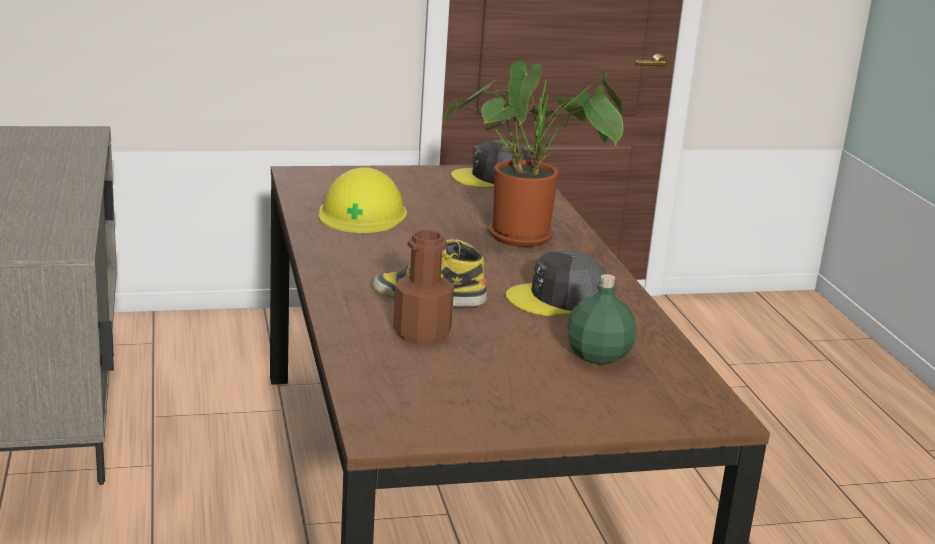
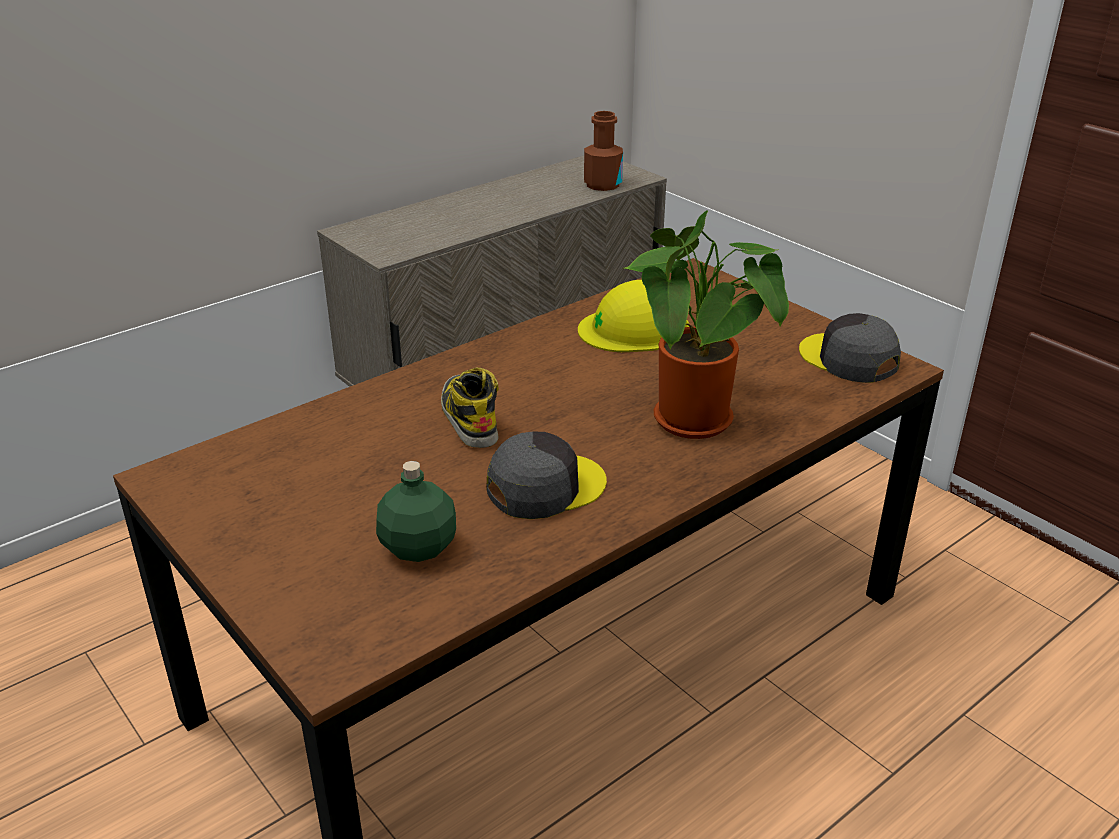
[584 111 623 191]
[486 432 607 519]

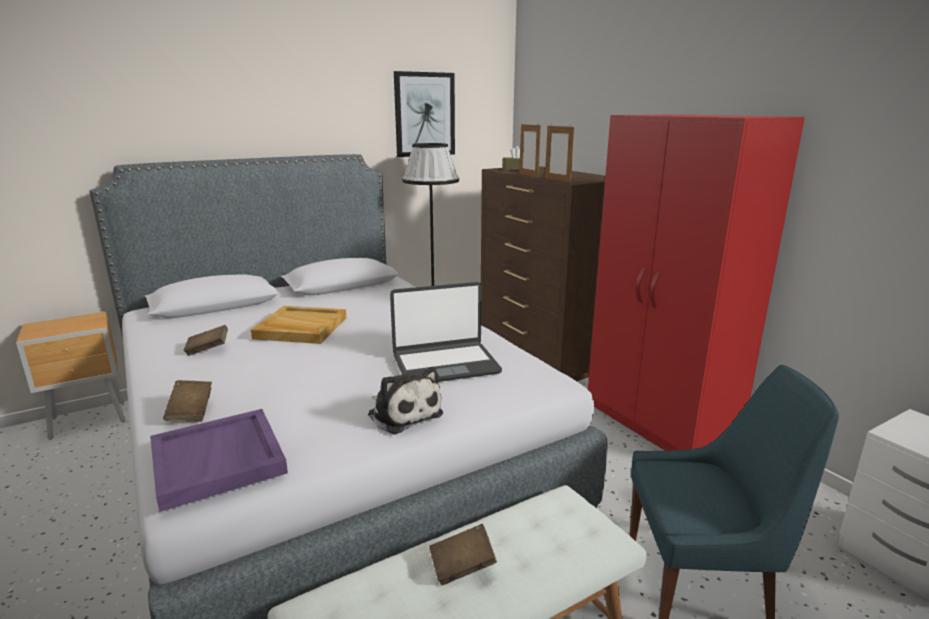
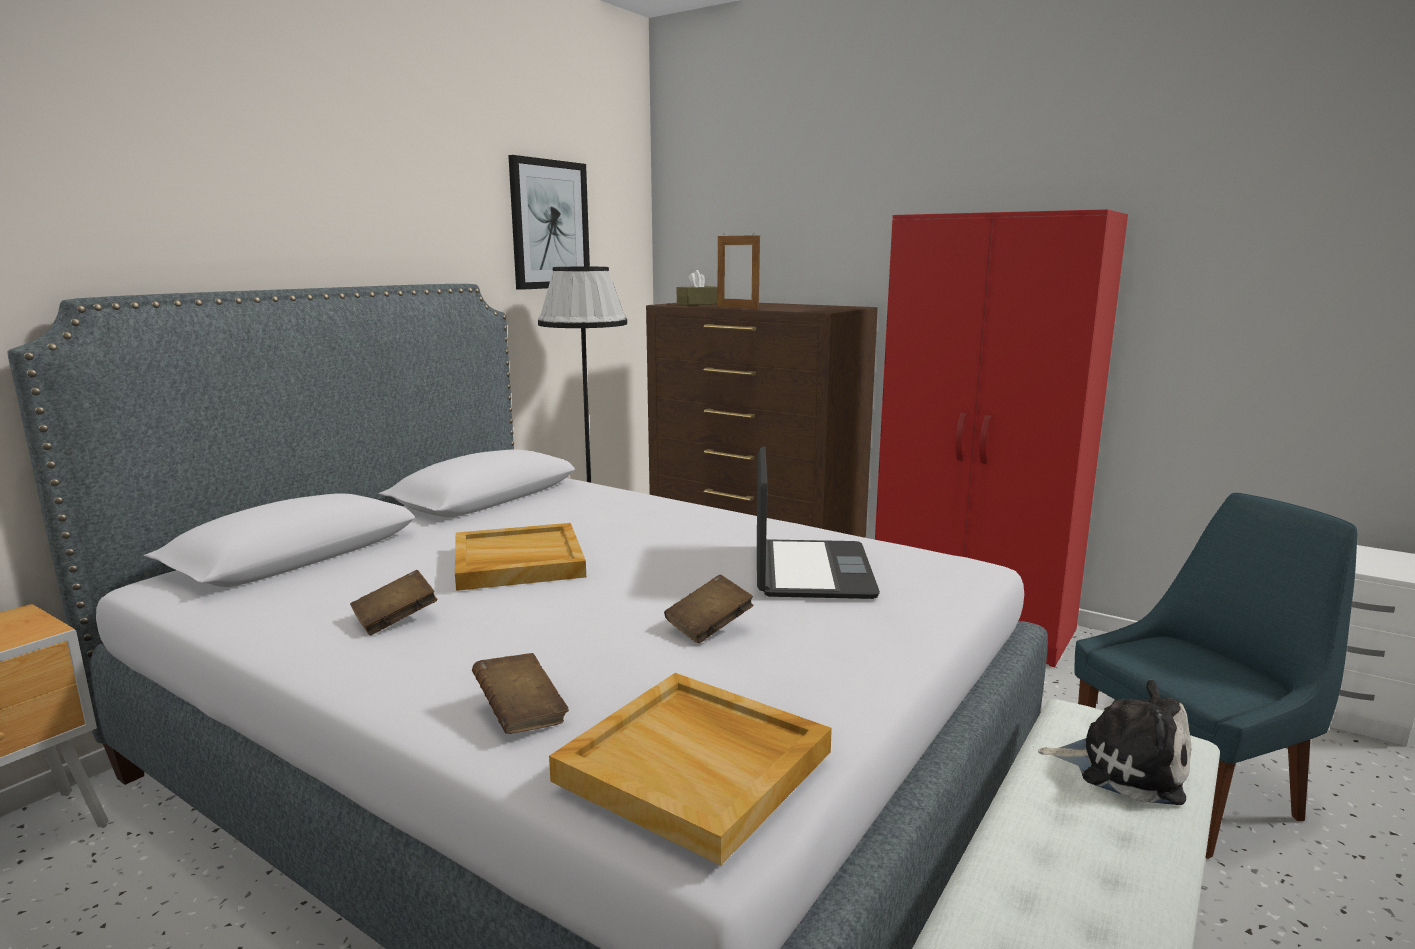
[545 126 574 182] (first image)
[1038 680 1191 805]
[664 575 753 643]
[549 673 832 866]
[757 446 880 599]

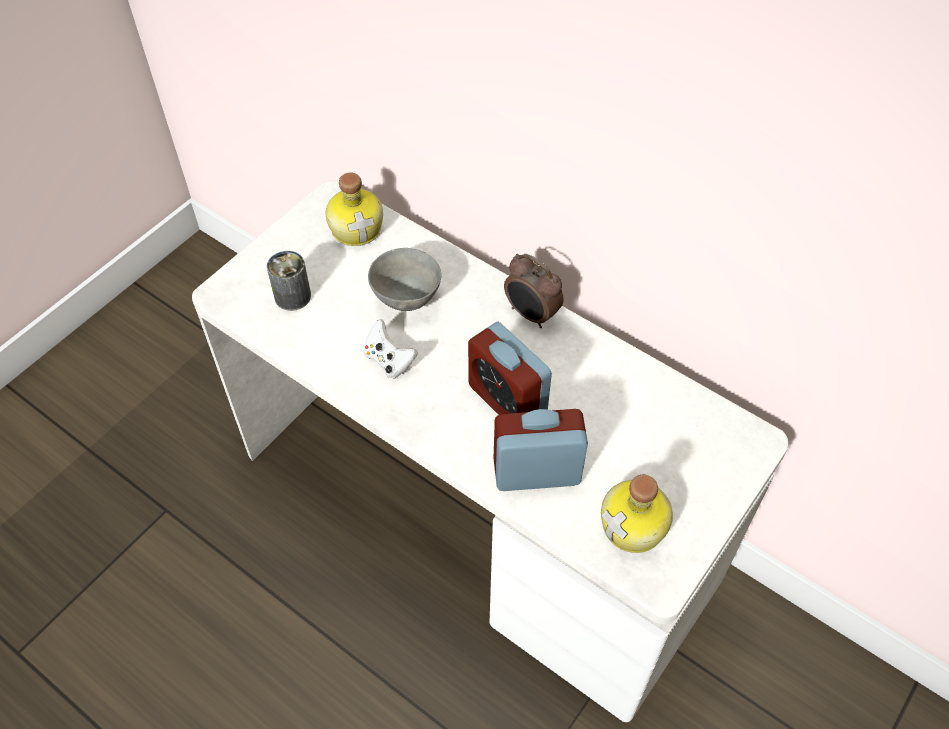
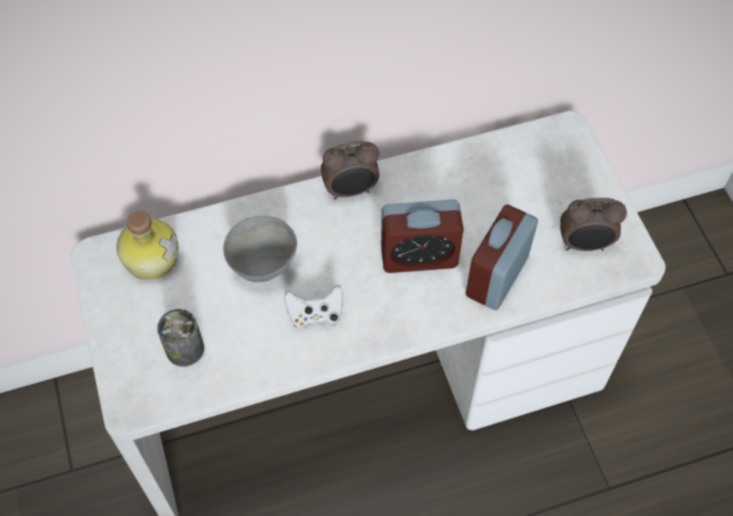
[560 198 627 251]

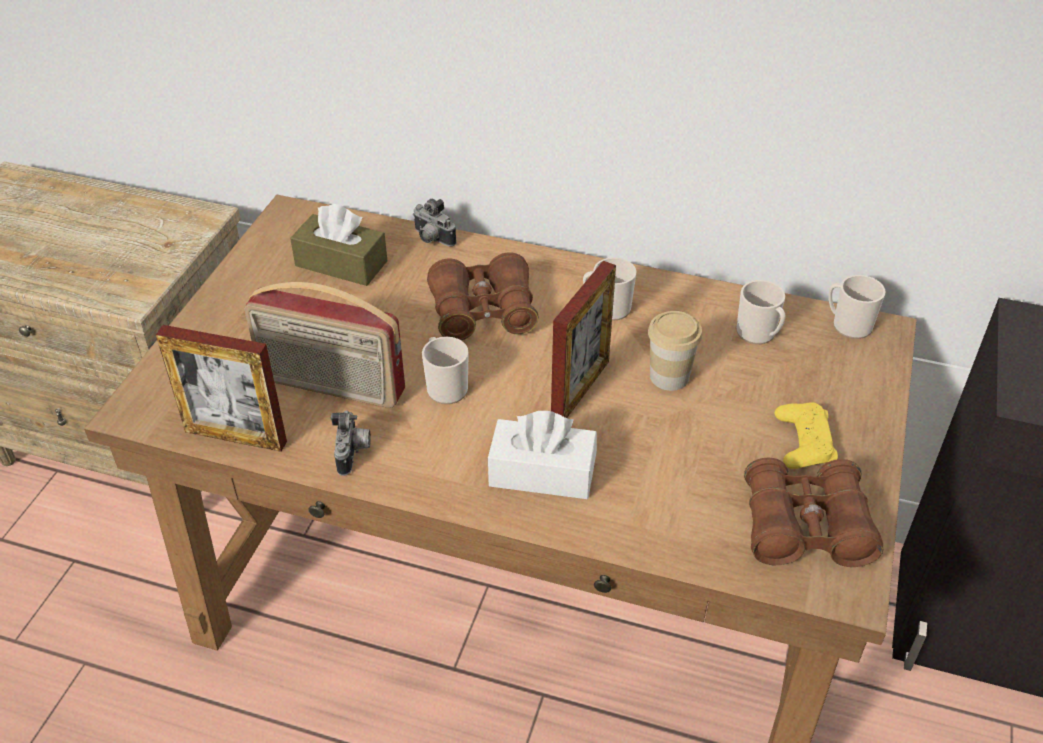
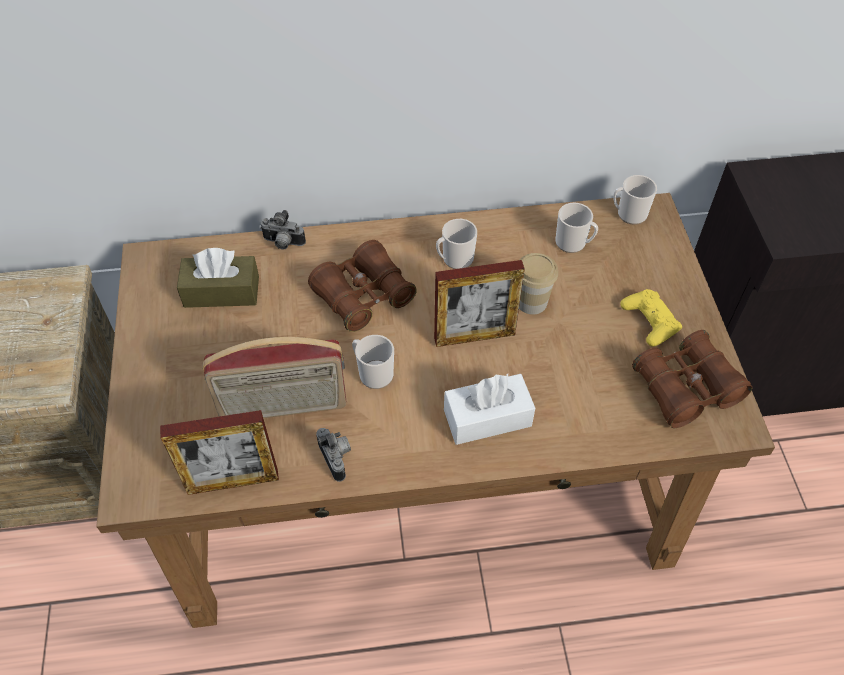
[434 260 525 347]

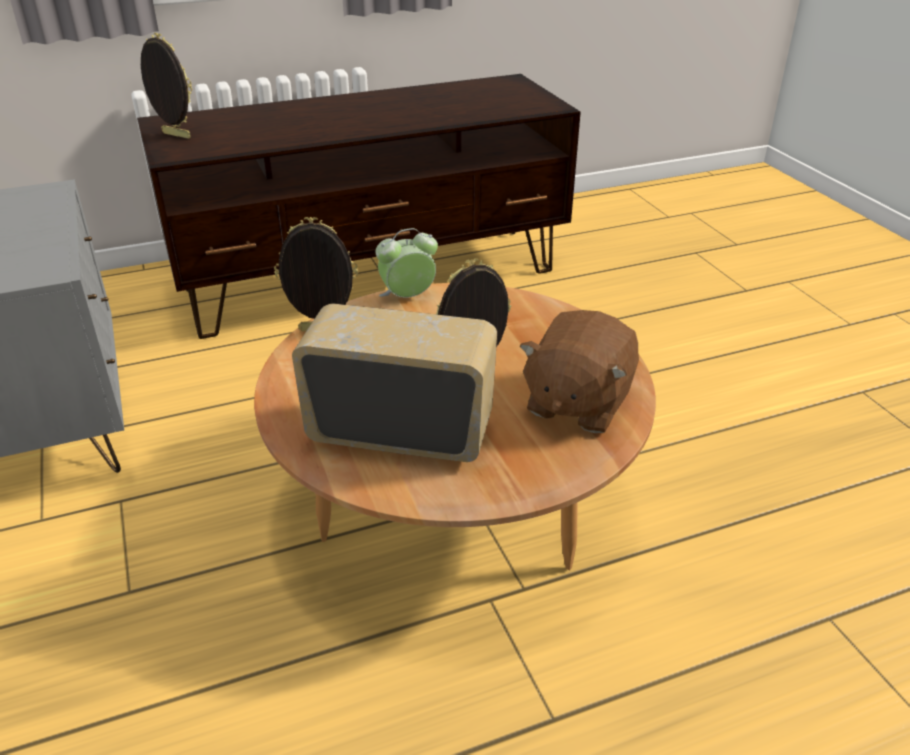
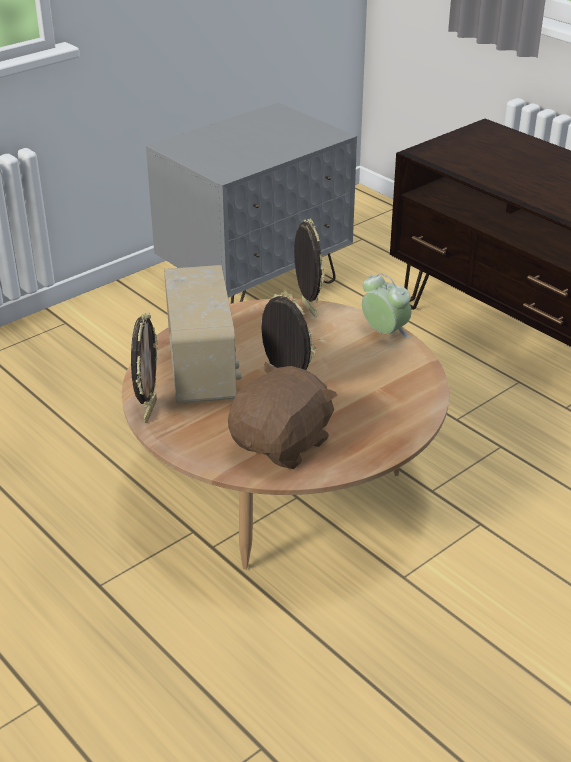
[131 313 158 423]
[228 362 338 469]

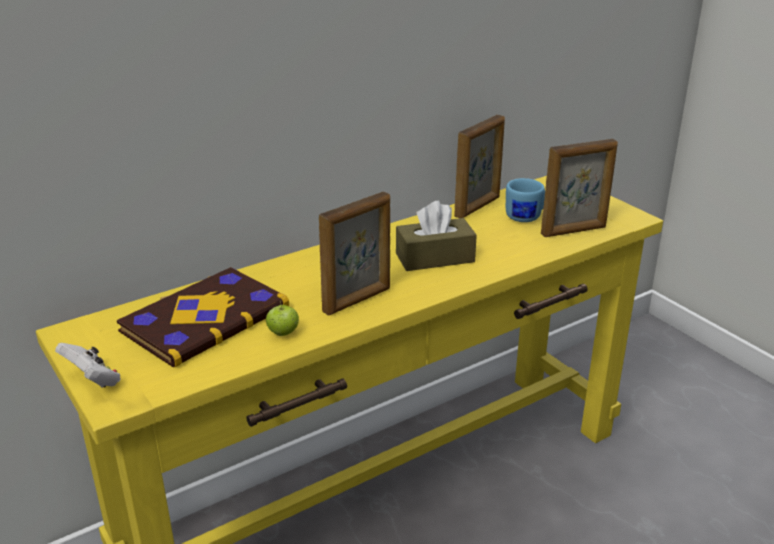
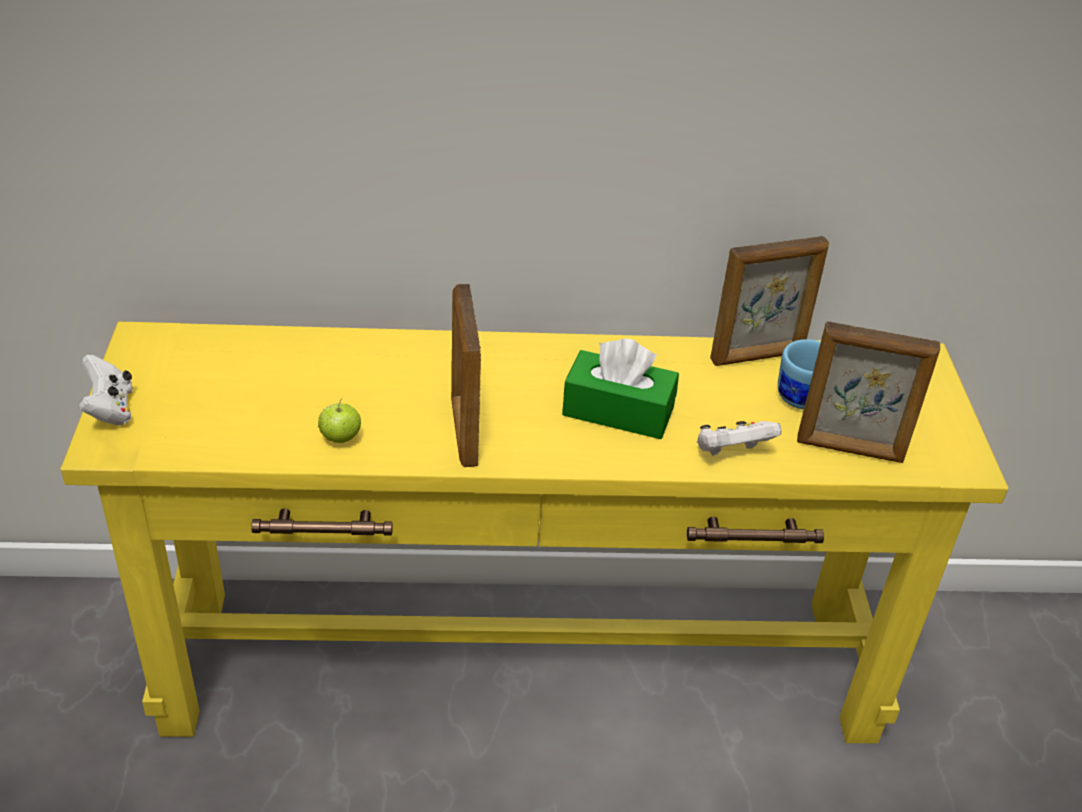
[117 267 289 367] (first image)
[697 421 781 456]
[562 338 679 439]
[451 284 481 467]

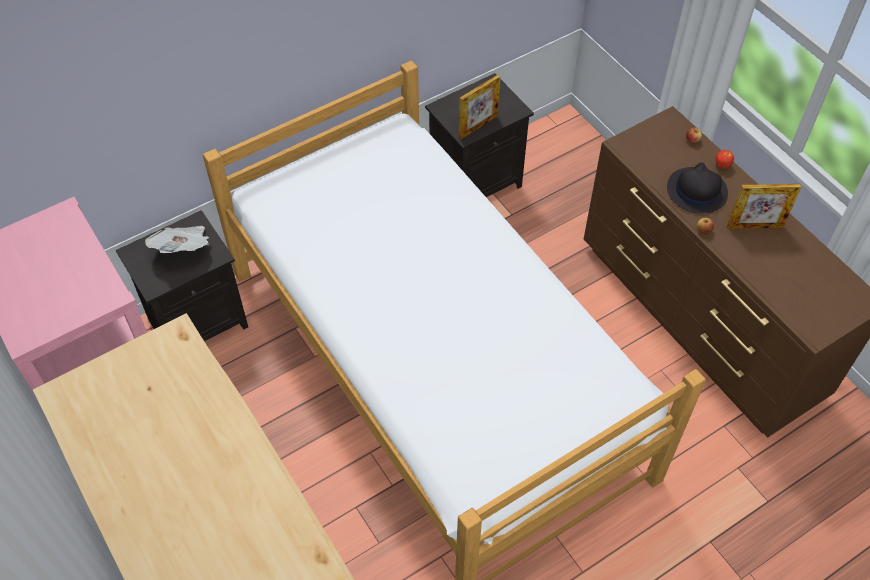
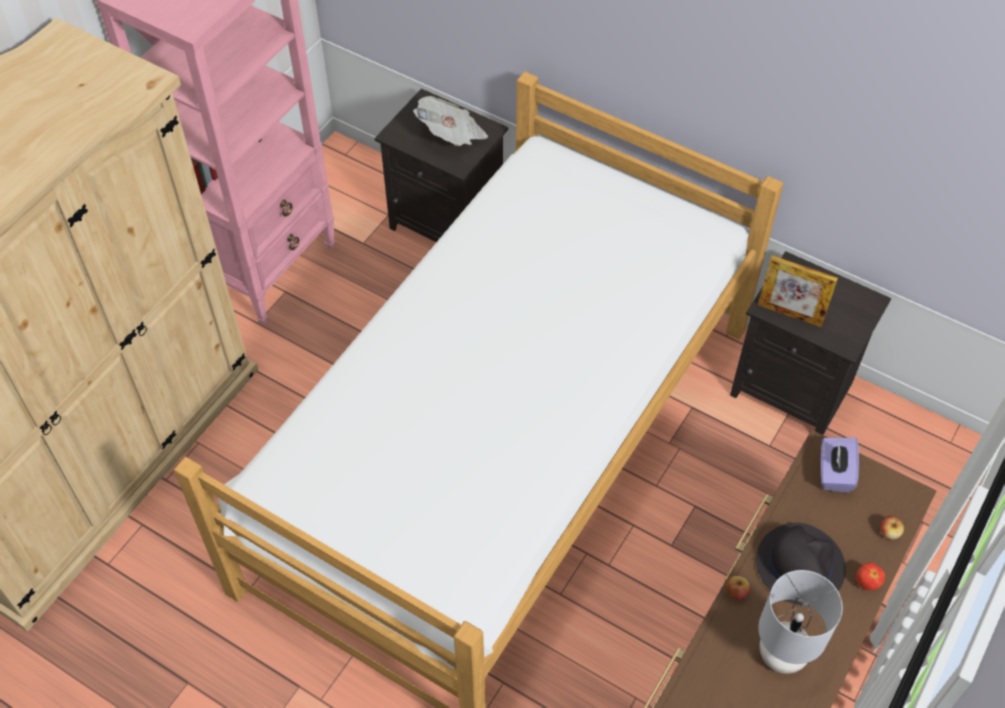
[821 438 859 493]
[758 570 843 674]

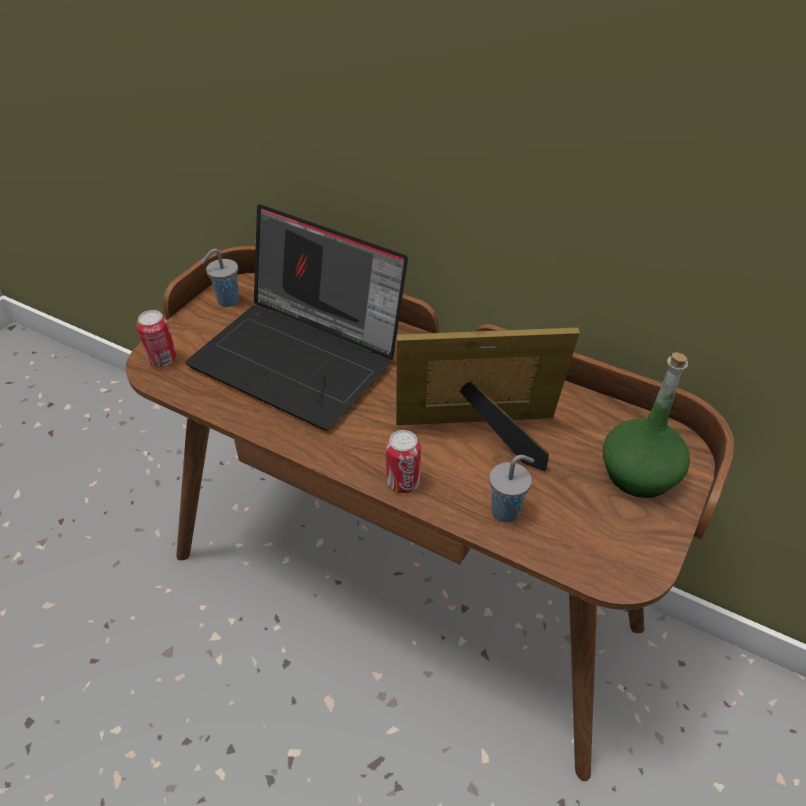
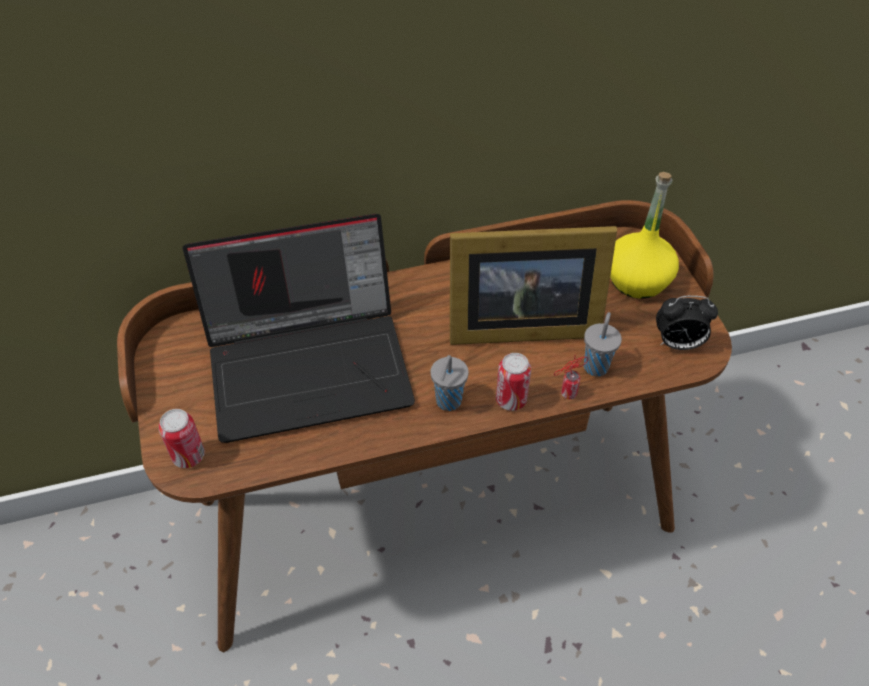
[554 354 588 399]
[656 296 718 350]
[430 355 469 411]
[610 172 679 299]
[450 226 617 345]

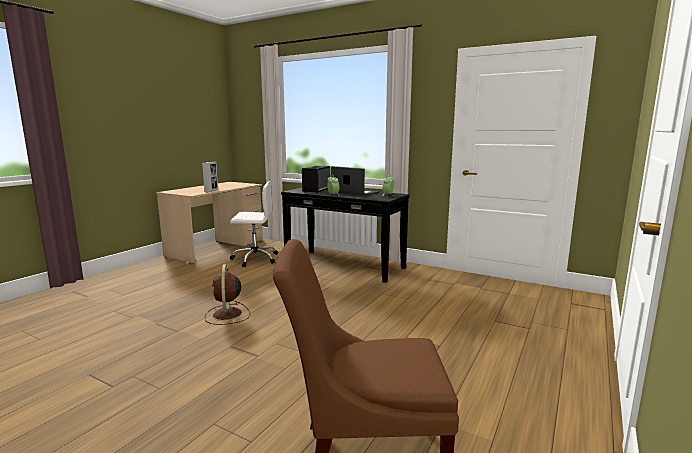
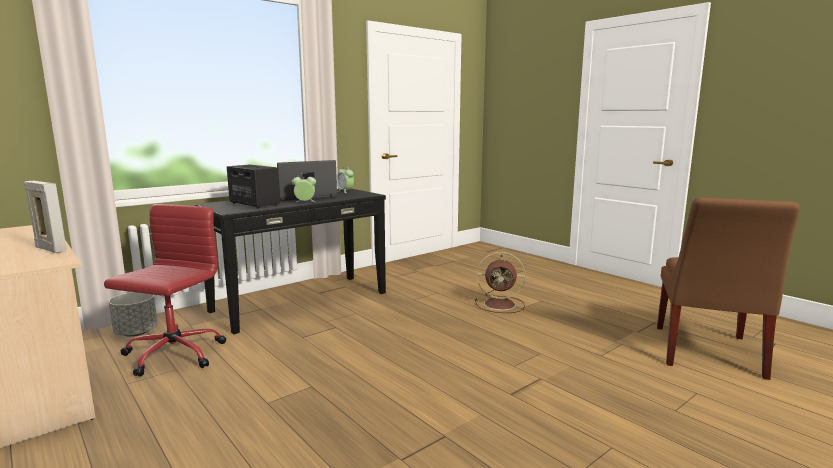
[109 292 158 337]
[475 252 526 313]
[104 204 226 377]

